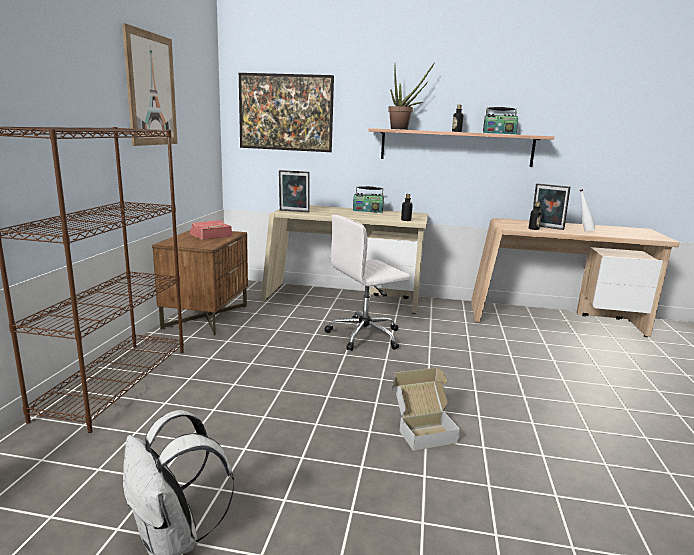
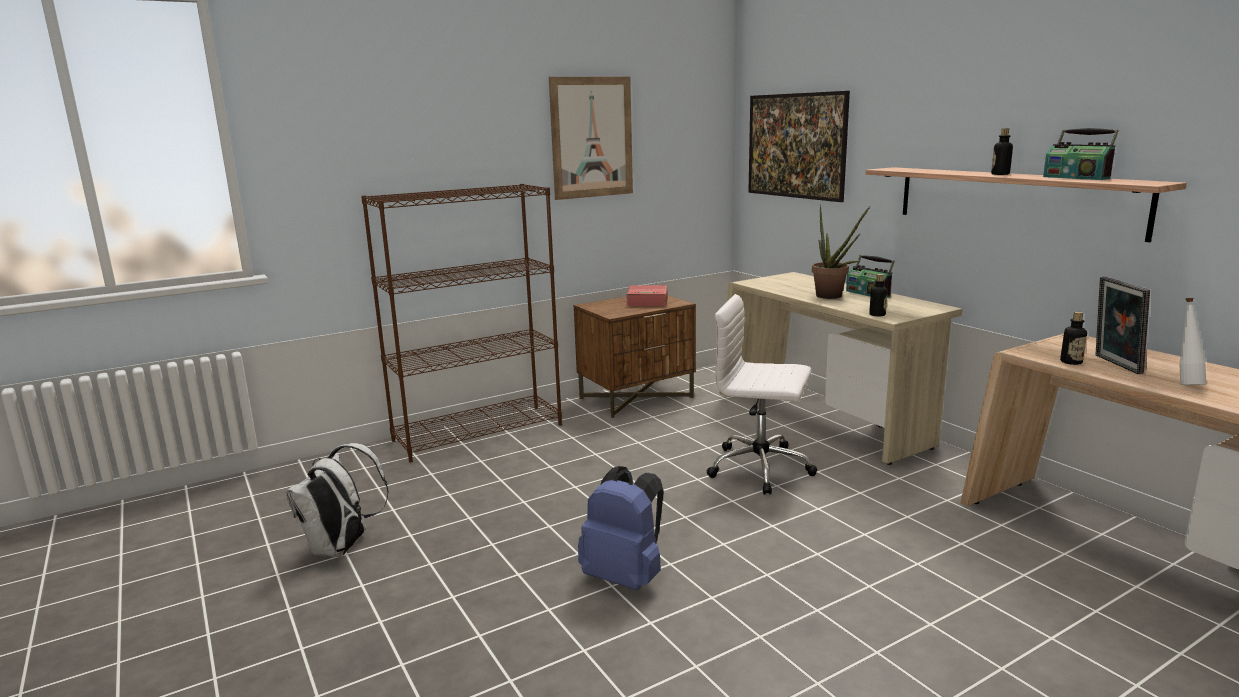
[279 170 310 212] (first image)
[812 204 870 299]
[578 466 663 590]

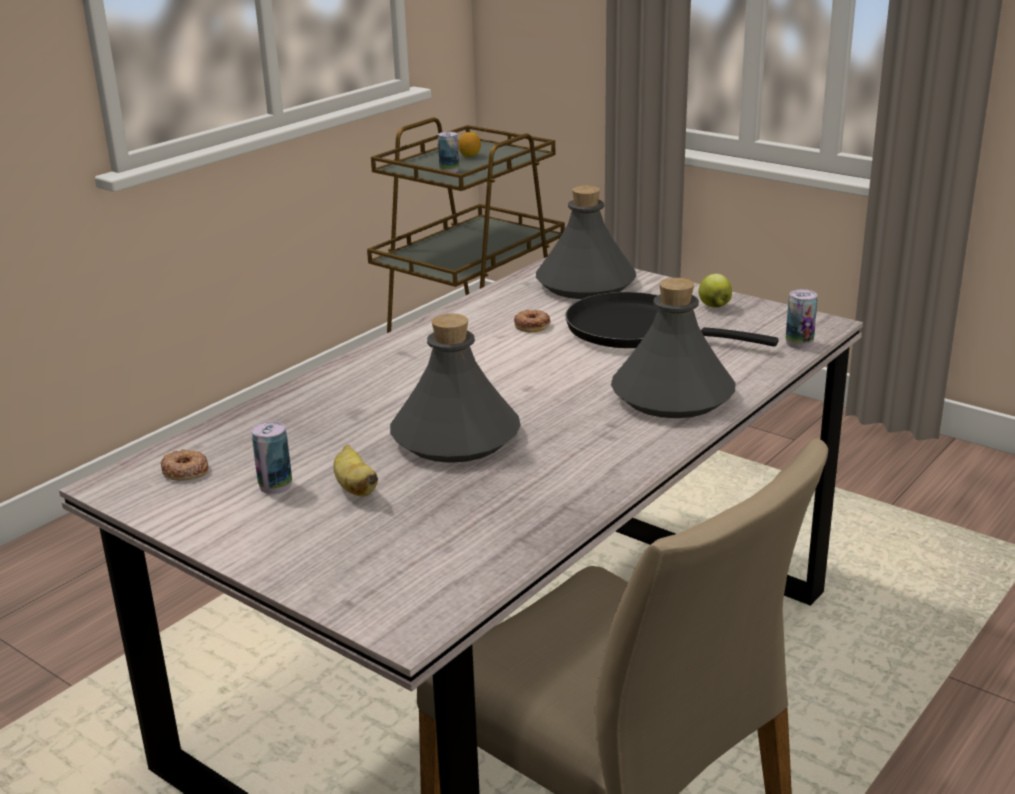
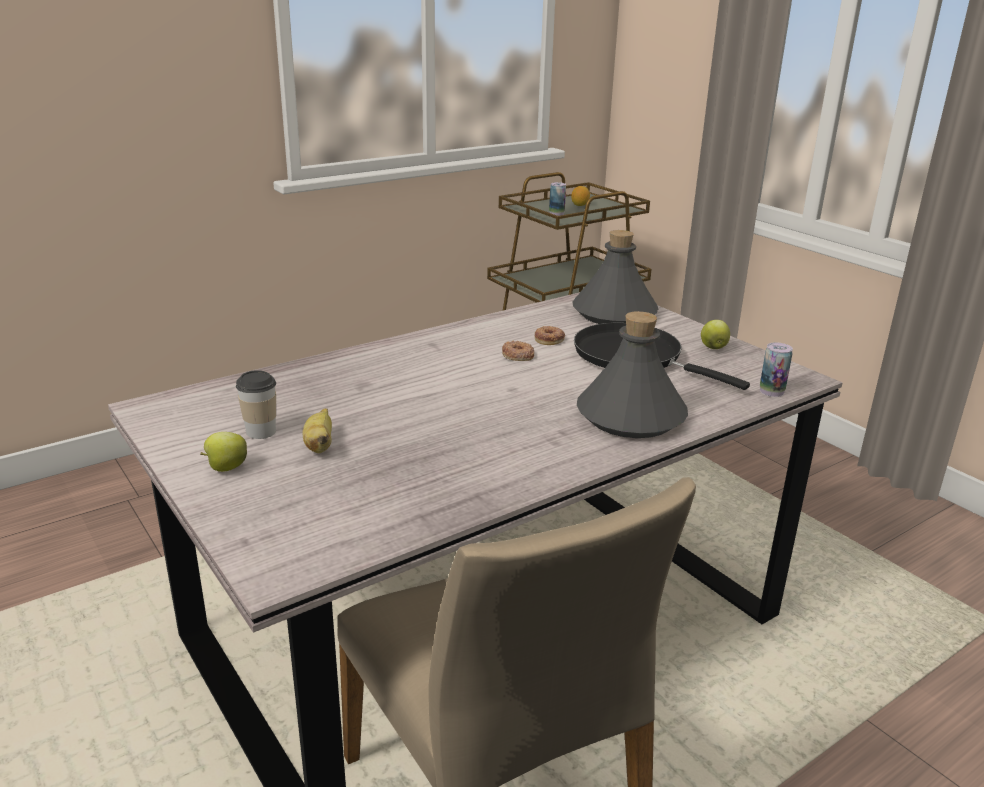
[390 313 521 463] (first image)
[200 432 247 472]
[502 341 534 361]
[236 370 276 439]

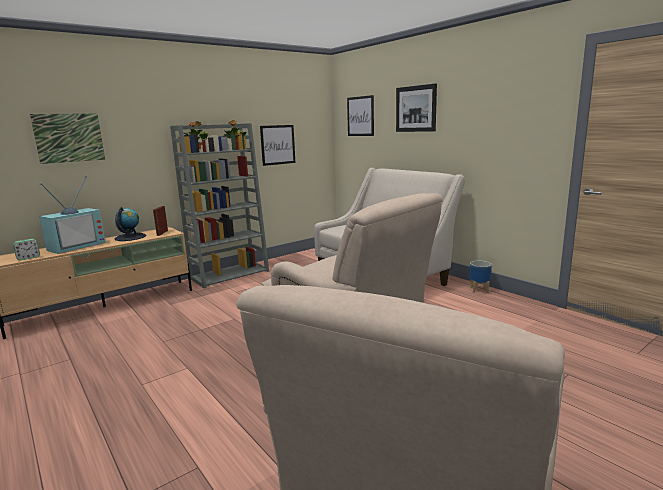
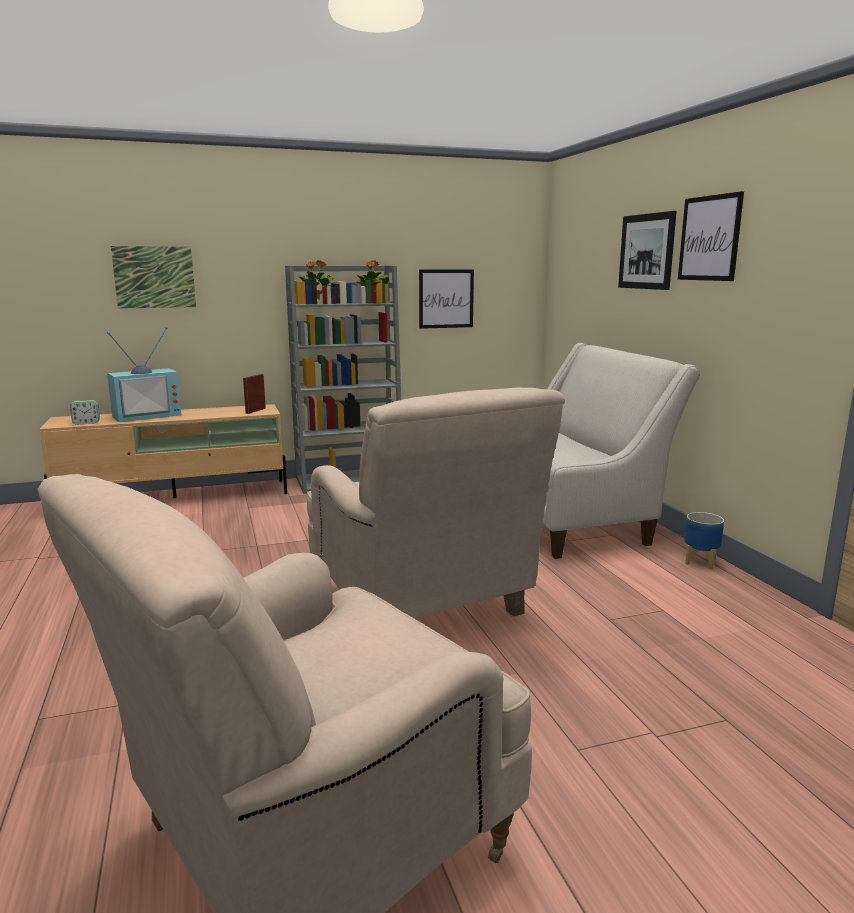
[115 207 146 241] (first image)
[678 191 744 281]

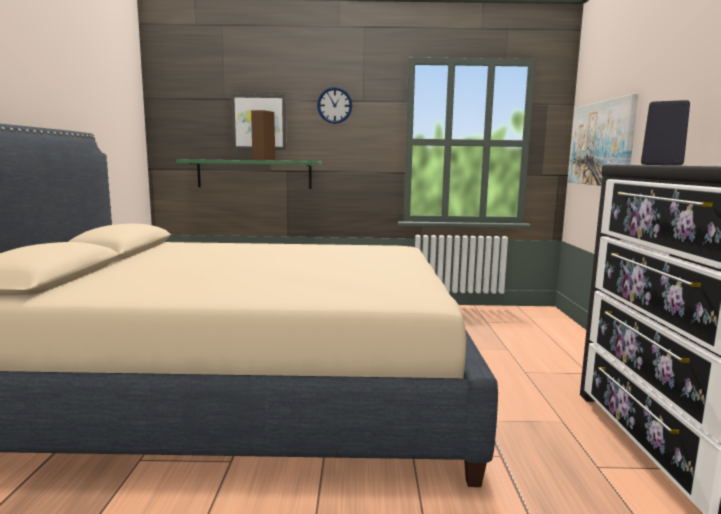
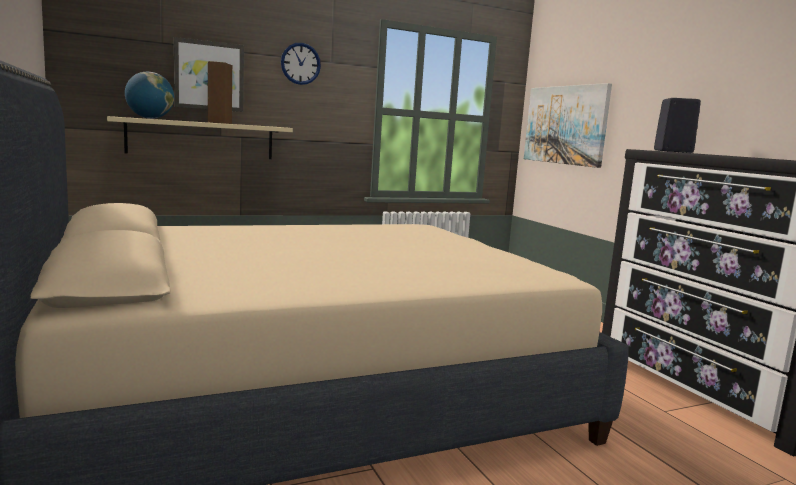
[125 72 174 119]
[107 116 293 159]

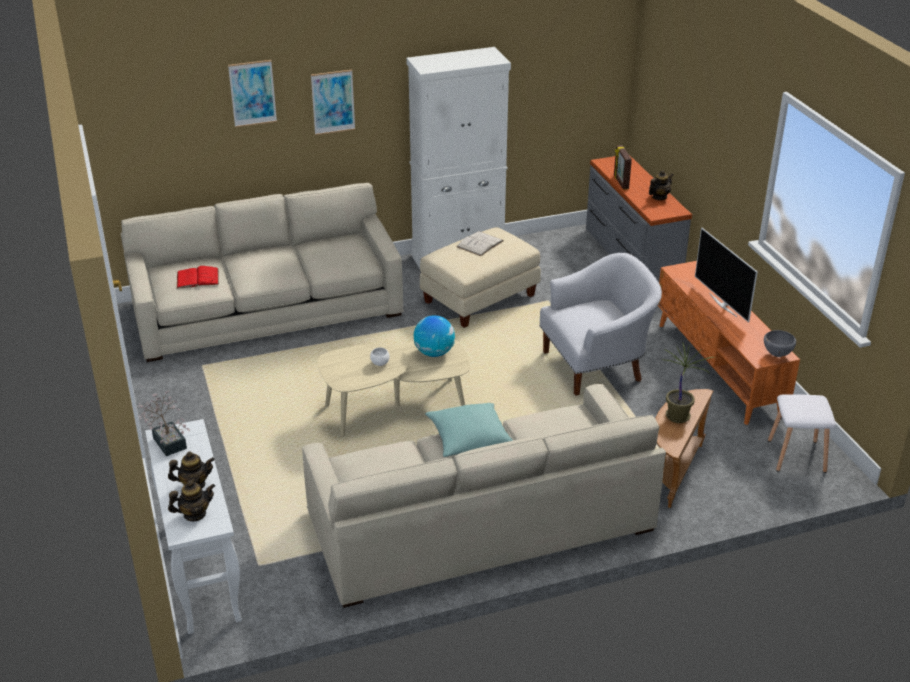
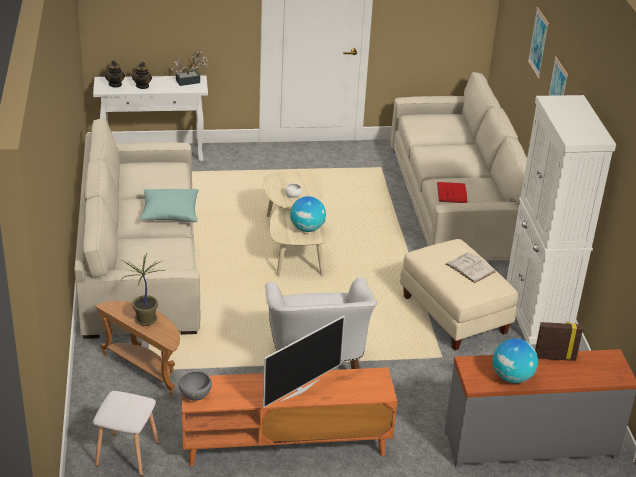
[437 182 468 203]
[492 338 538 383]
[263 316 345 408]

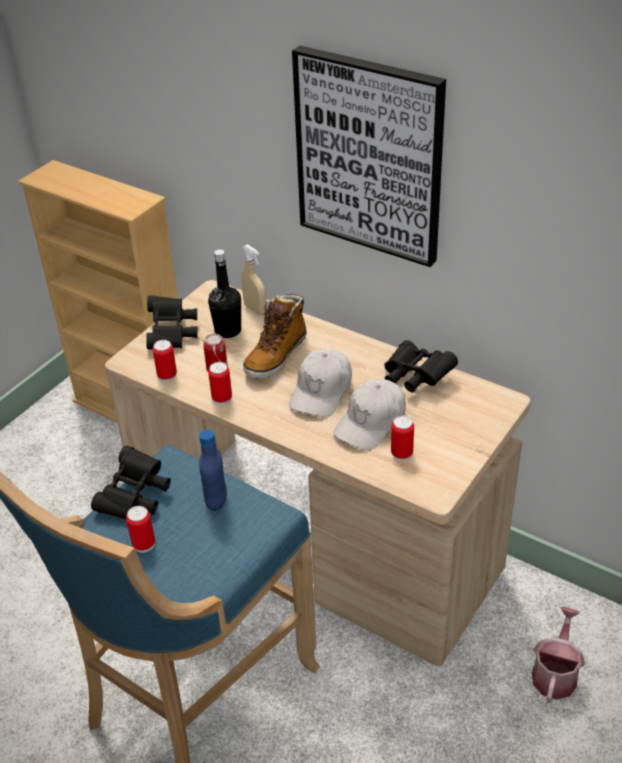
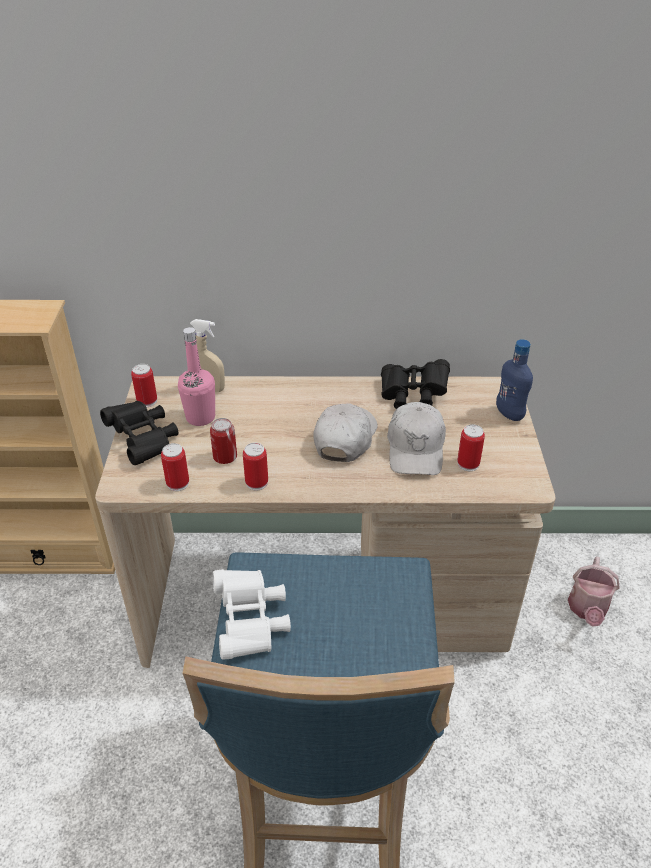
[243 294 307 379] (first image)
[292 46 446 267] (first image)
[131 364 157 407]
[496 339 533 421]
[213 569 291 659]
[178 327 215 426]
[313 403 378 462]
[568 557 620 627]

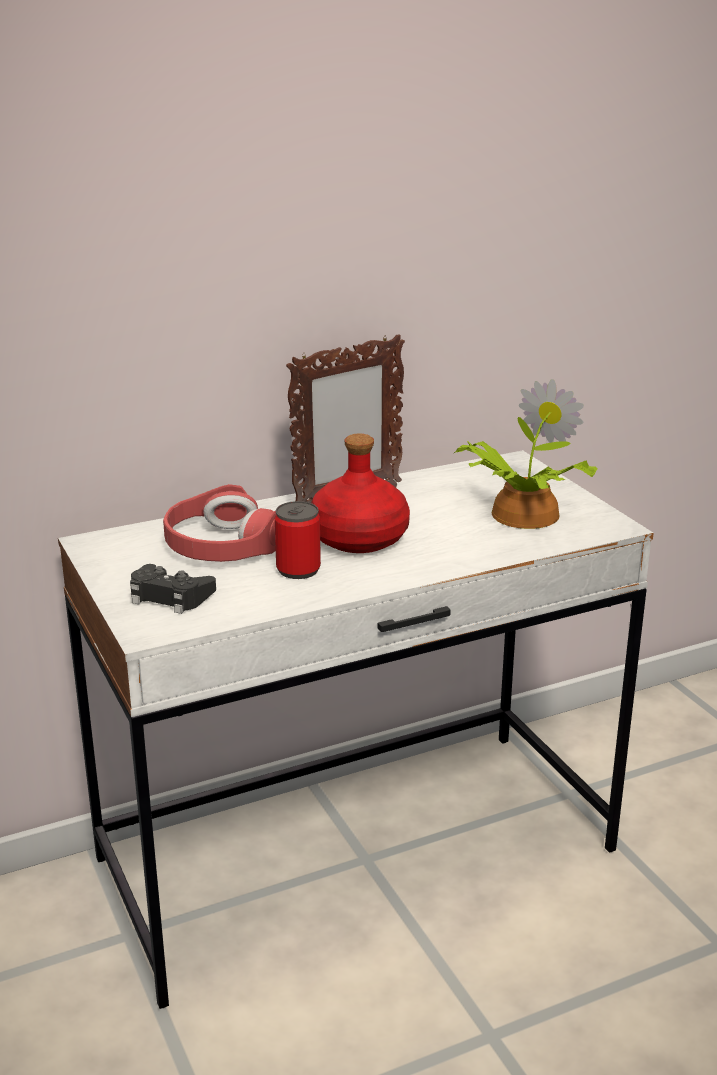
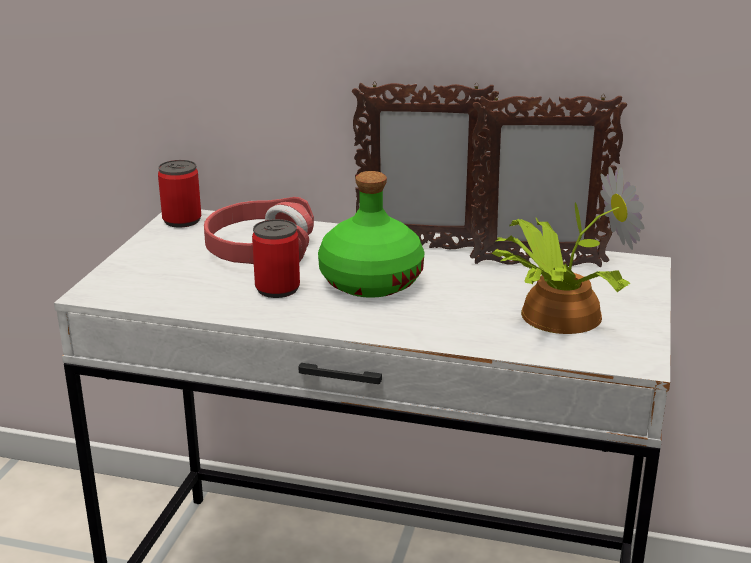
[130 564 216 614] (first image)
[158 160 201 228]
[470 94 627 267]
[318 171 424 298]

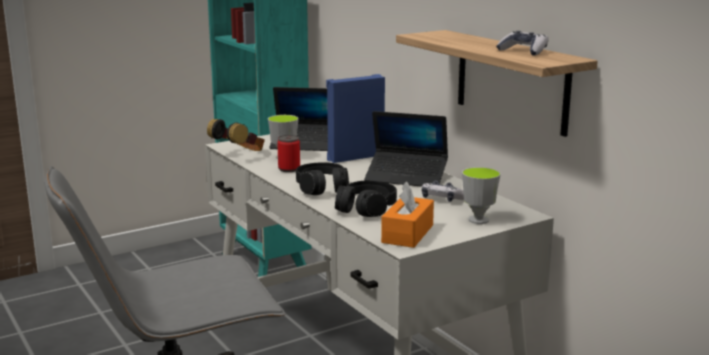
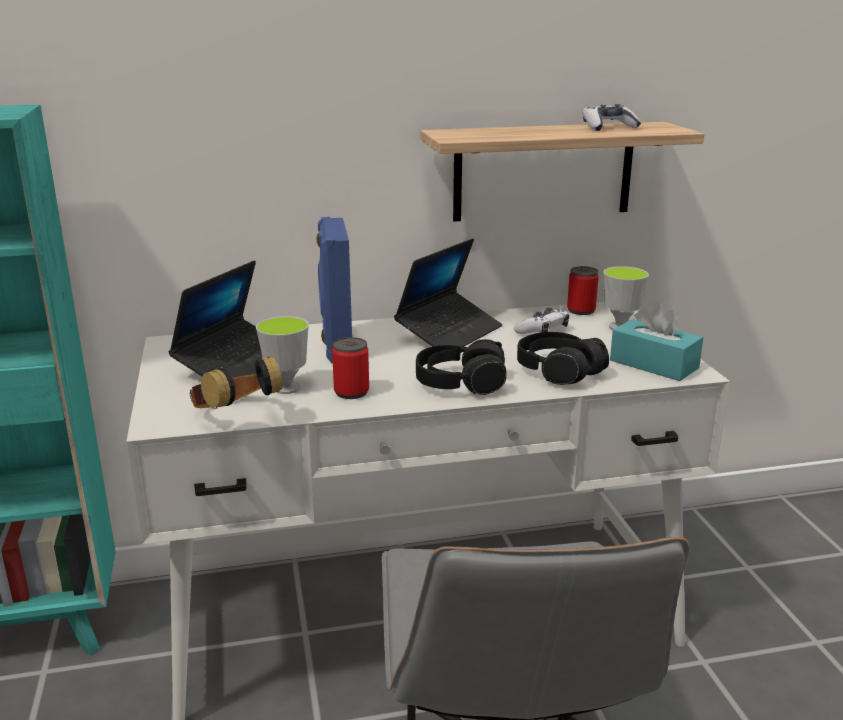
[567 266 599 315]
[610 302 703 381]

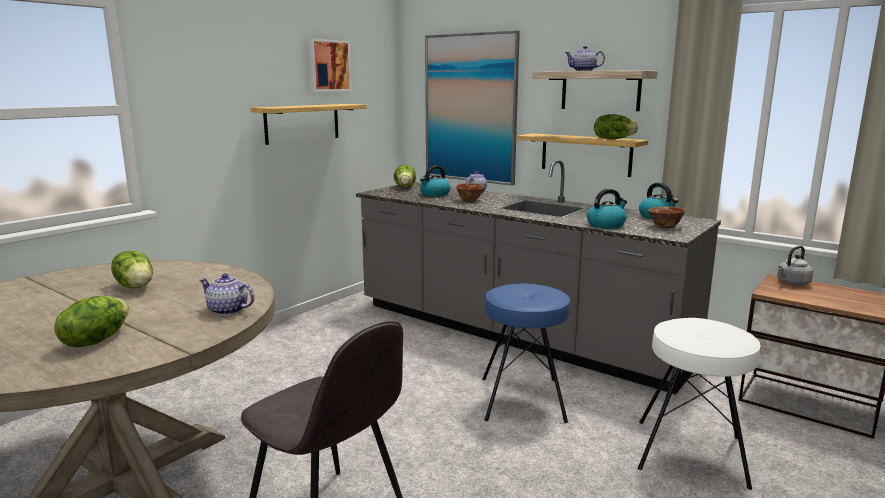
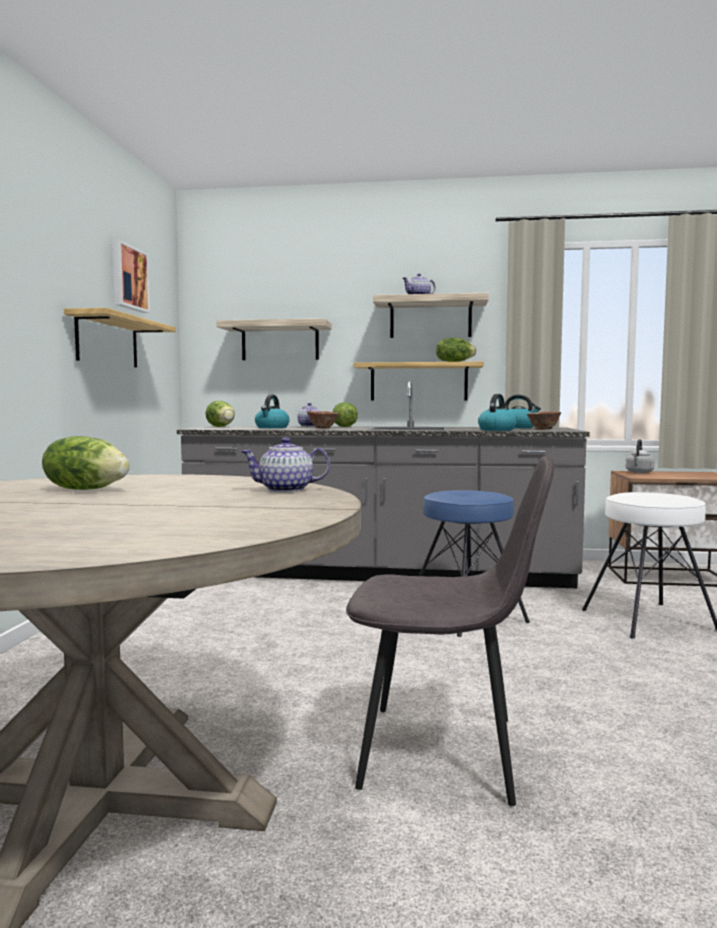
[333 402 358 427]
[216 318 332 360]

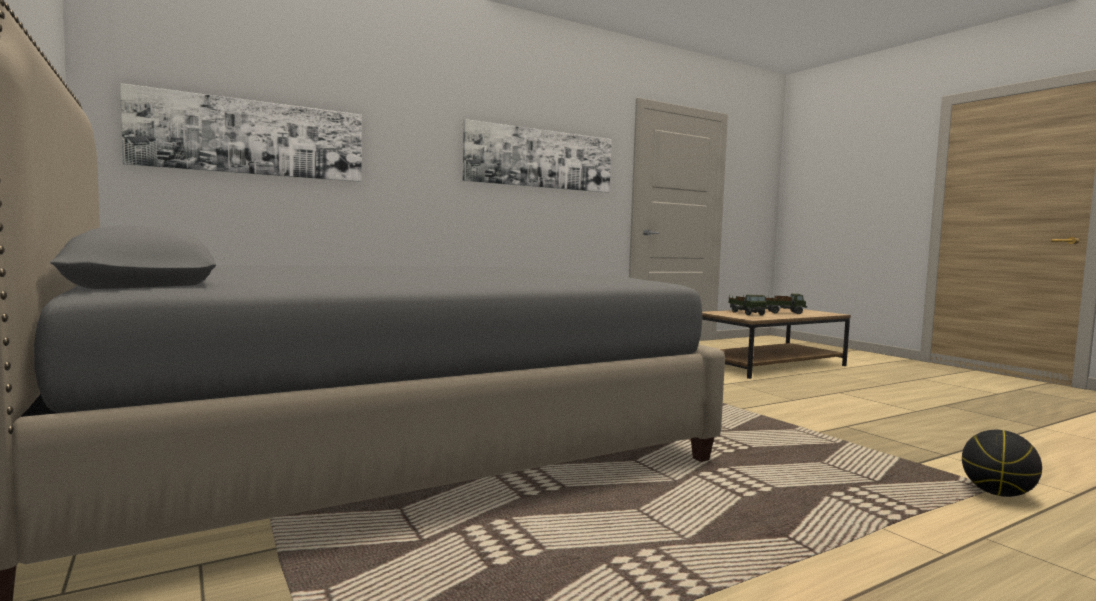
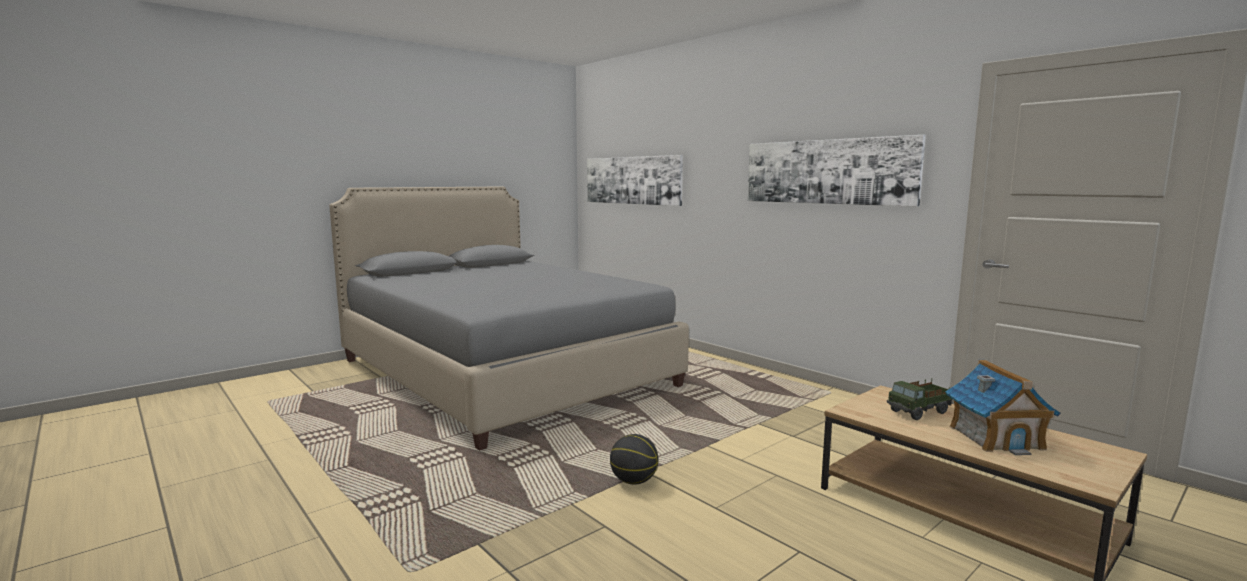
[610 434 659 484]
[945 360 1060 455]

